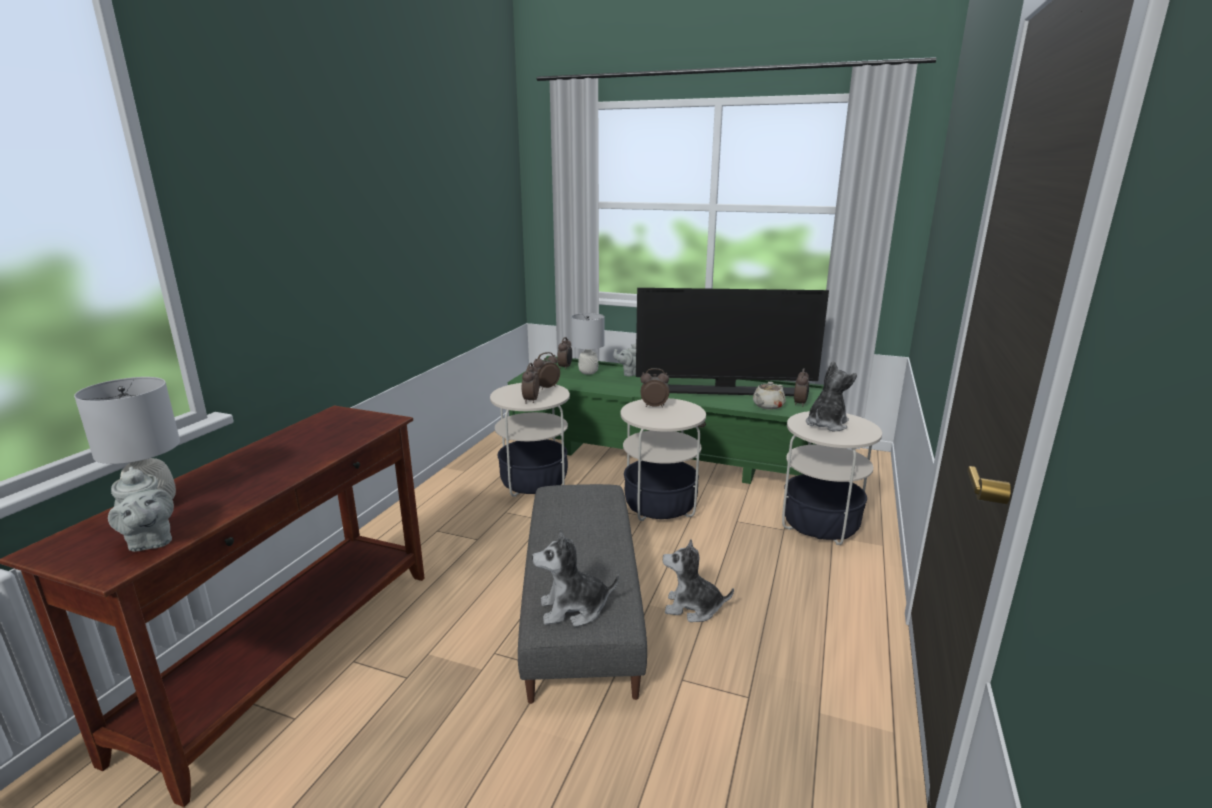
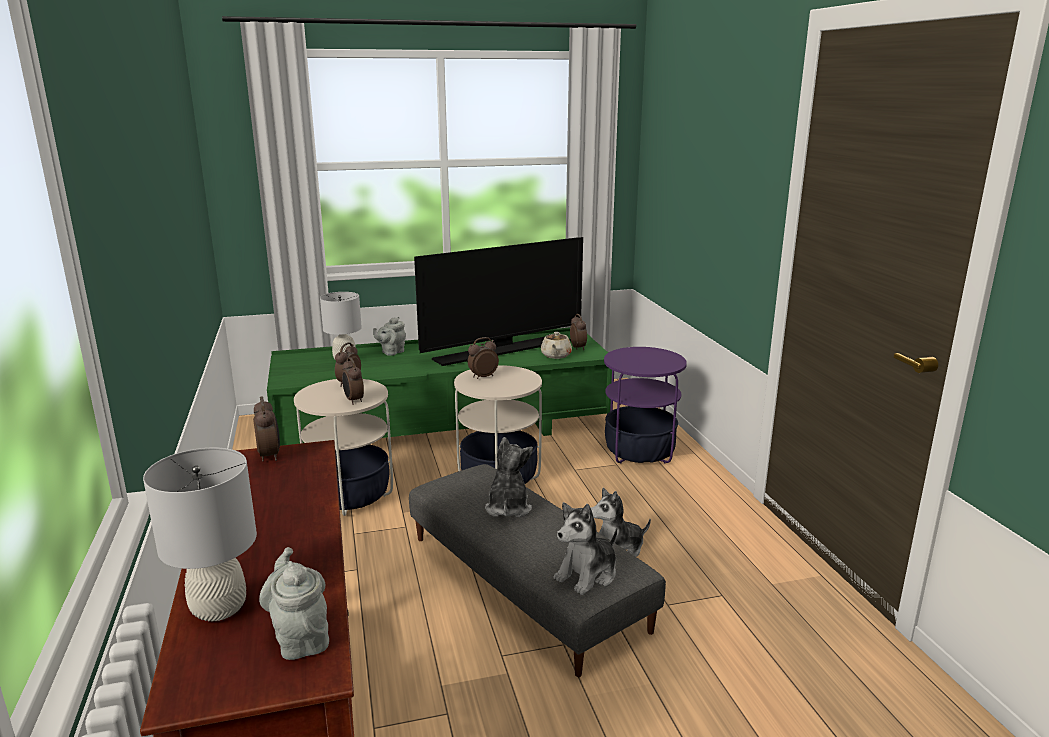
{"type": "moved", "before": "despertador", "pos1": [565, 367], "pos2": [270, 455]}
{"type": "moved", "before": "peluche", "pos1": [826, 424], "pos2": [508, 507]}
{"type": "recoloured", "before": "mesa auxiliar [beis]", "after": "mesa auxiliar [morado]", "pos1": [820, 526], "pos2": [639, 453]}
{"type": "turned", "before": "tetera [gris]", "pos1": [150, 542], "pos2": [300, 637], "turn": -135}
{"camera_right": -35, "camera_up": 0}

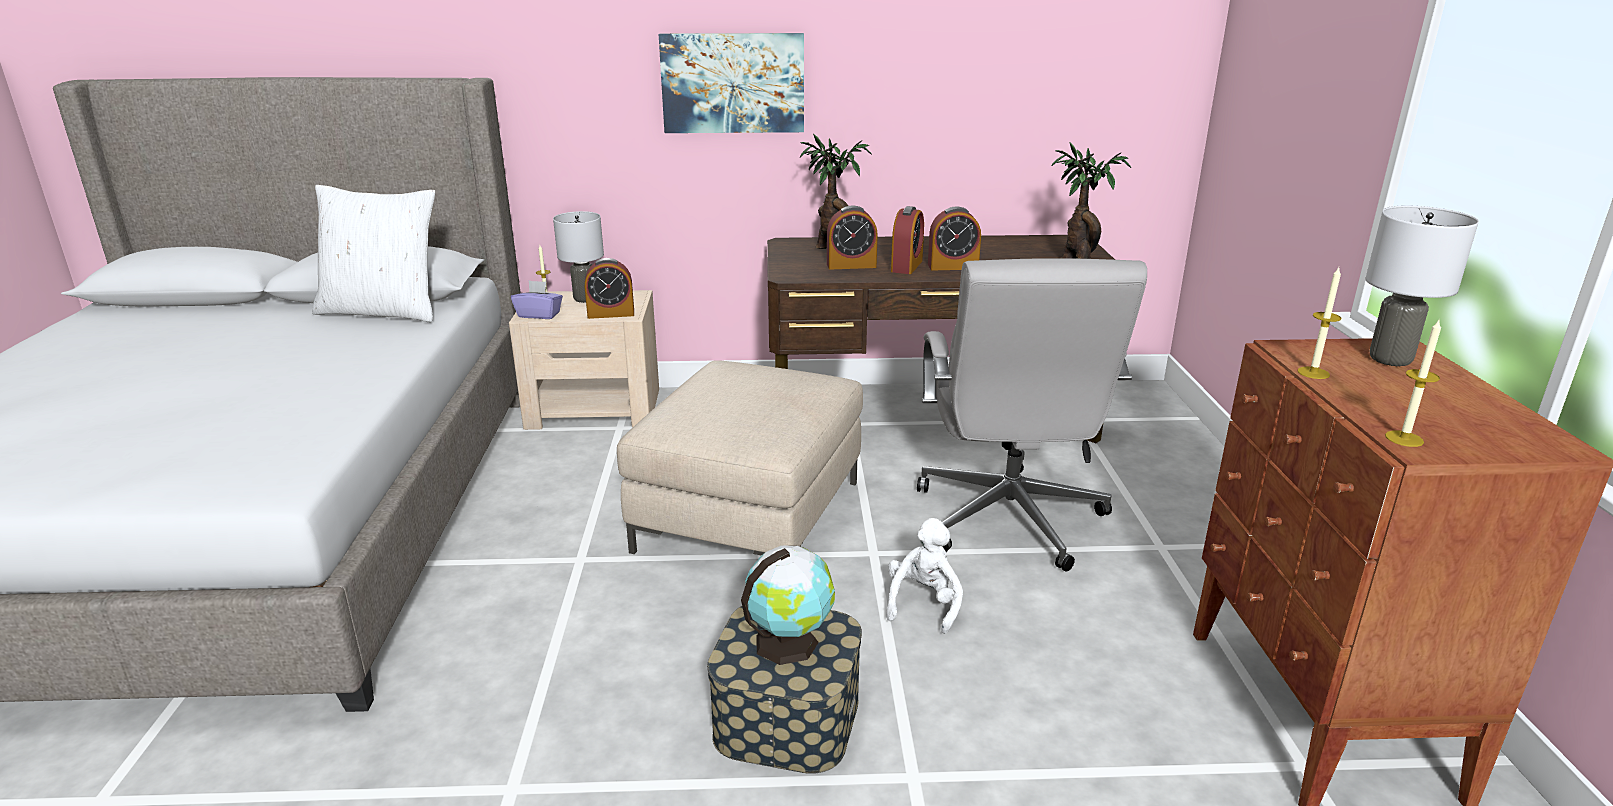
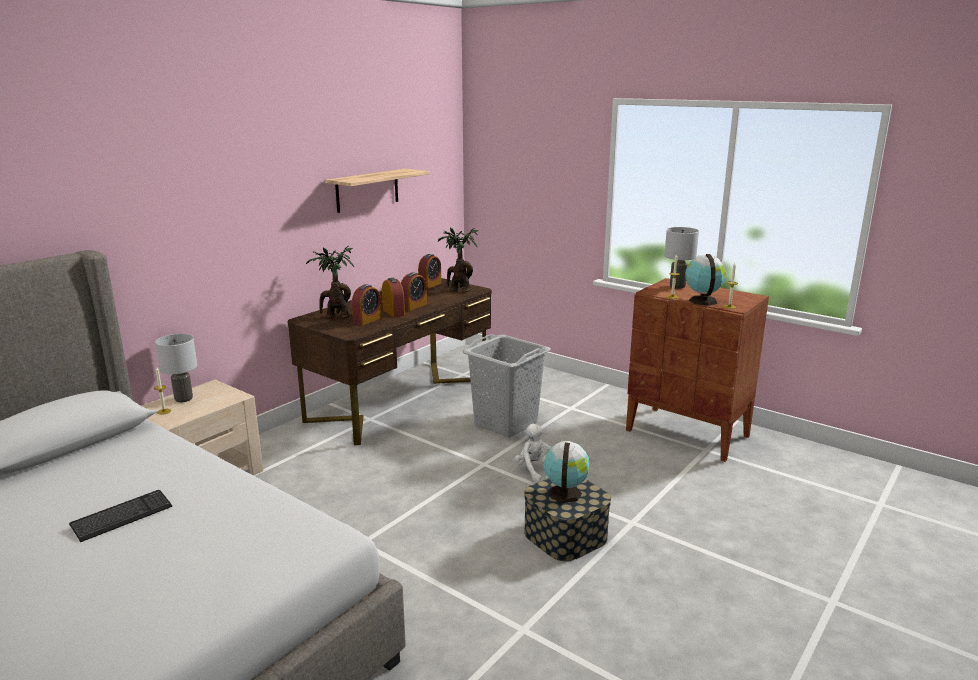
{"type": "removed", "before": "cuadro", "pos1": [733, 83]}
{"type": "removed", "before": "cojín [blanco]", "pos1": [384, 311]}
{"type": "moved", "before": "despertador", "pos1": [611, 314], "pos2": [430, 285]}
{"type": "replaced", "before": "silla de oficina [gris]", "after": "cesto de la ropa [gris]", "pos1": [1008, 516], "pos2": [506, 423]}
{"type": "removed", "before": "caja de pañuelos [morado]", "pos1": [539, 315]}
{"type": "removed", "before": "puf [beis]", "pos1": [749, 515]}
{"type": "added", "after": "estante", "pos2": [367, 190]}
{"type": "added", "after": "globo terráqueo", "pos2": [702, 300]}
{"type": "added", "after": "teclado", "pos2": [122, 517]}
{"camera_right": -50, "camera_up": -5}

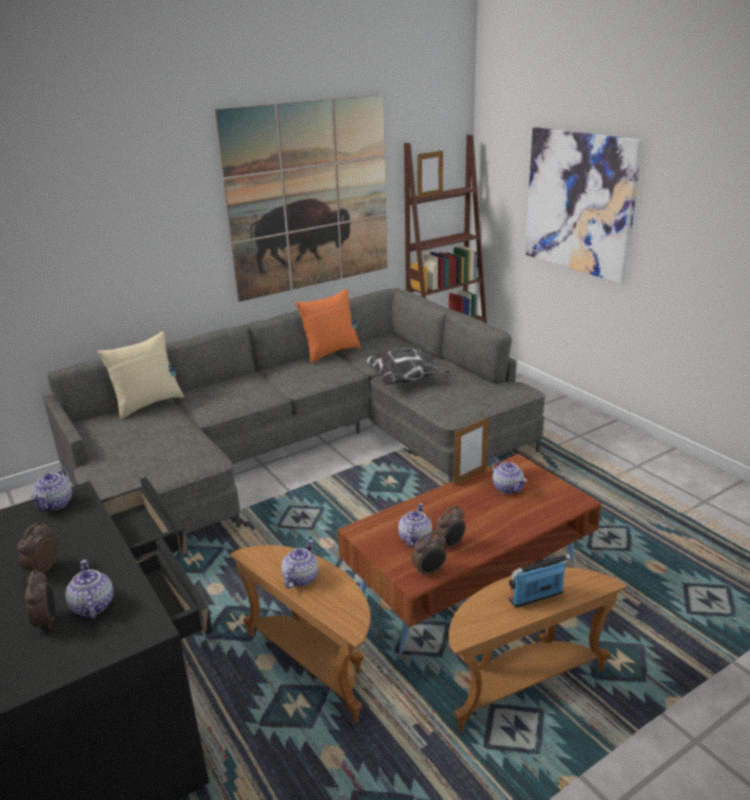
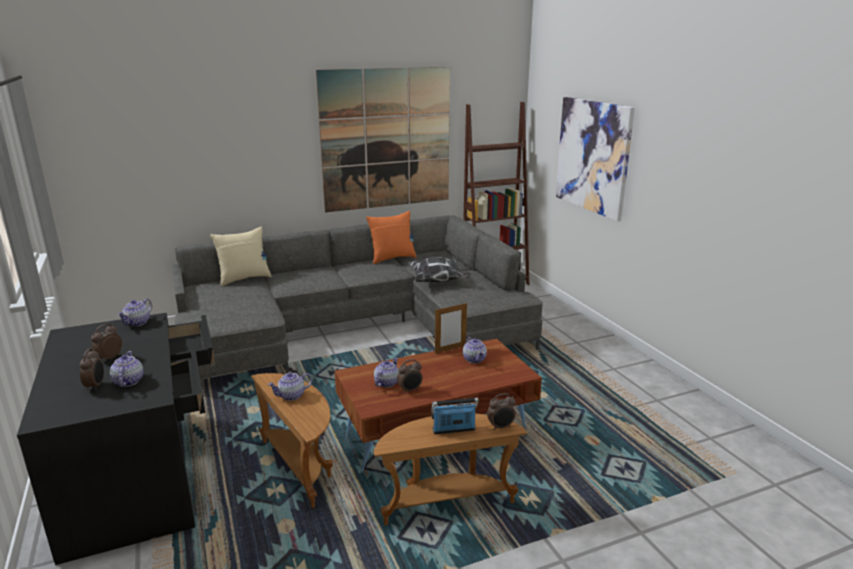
{"type": "removed", "before": "portarretratos", "pos1": [430, 196]}
{"type": "moved", "before": "despertador", "pos1": [429, 572], "pos2": [501, 427]}
{"type": "turned", "before": "tetera", "pos1": [300, 578], "pos2": [291, 396], "turn": -150}
{"camera_right": 10, "camera_up": -5}

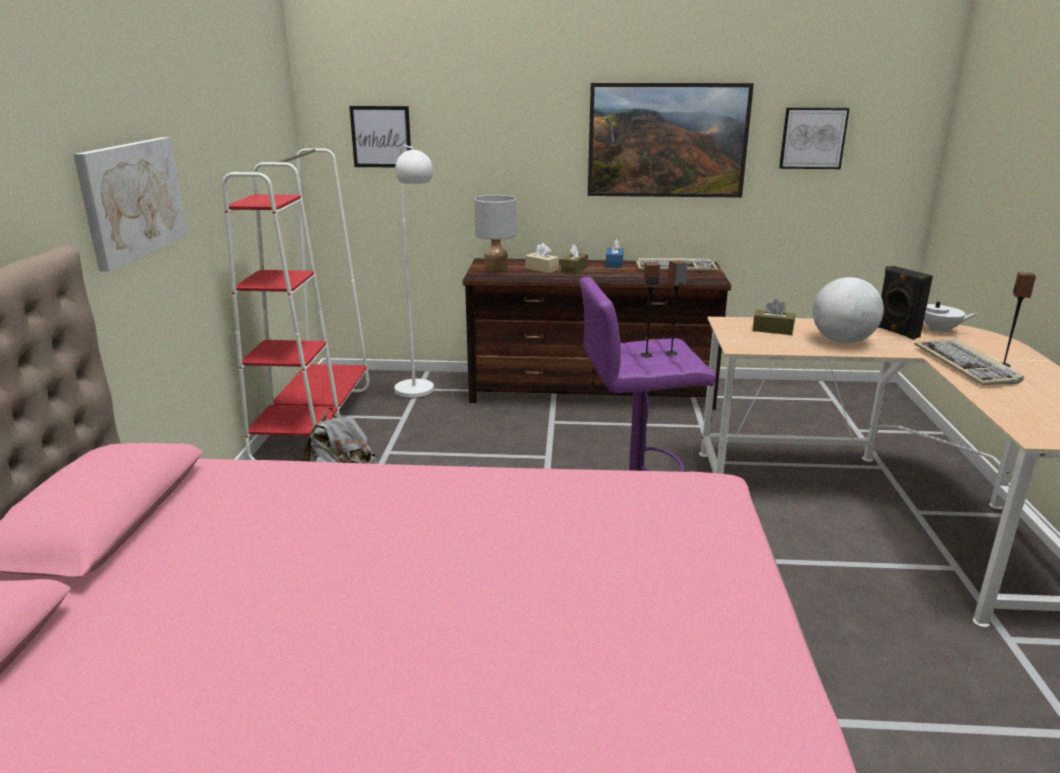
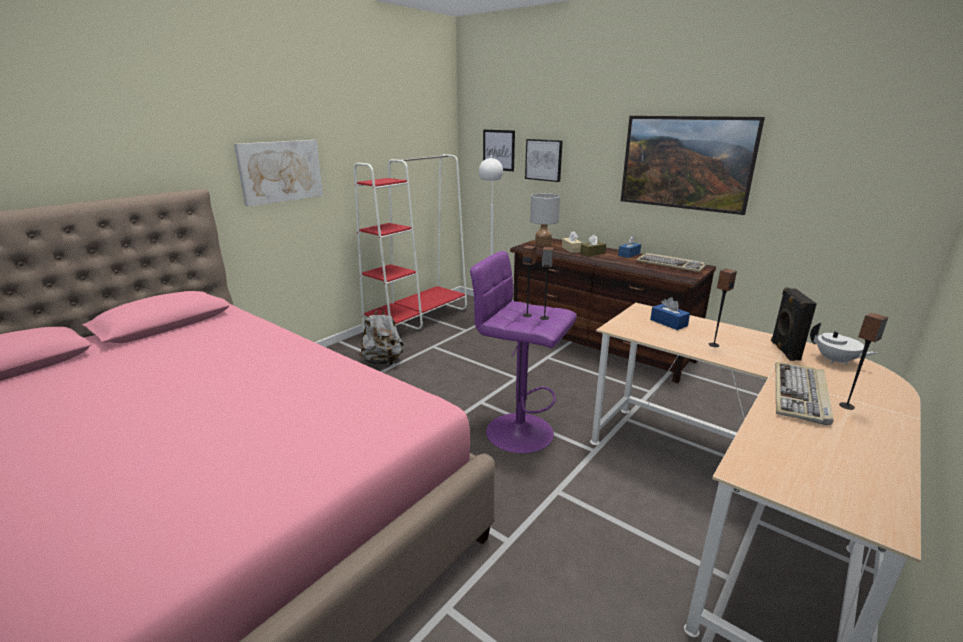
{"type": "moved", "before": "cuadro", "pos1": [812, 138], "pos2": [544, 160]}
{"type": "replaced", "before": "globo terráqueo", "after": "altavoz", "pos1": [842, 341], "pos2": [713, 345]}
{"type": "recoloured", "before": "caja de pañuelos [marrón]", "after": "caja de pañuelos [azul]", "pos1": [772, 330], "pos2": [668, 323]}
{"camera_right": 35, "camera_up": 0}

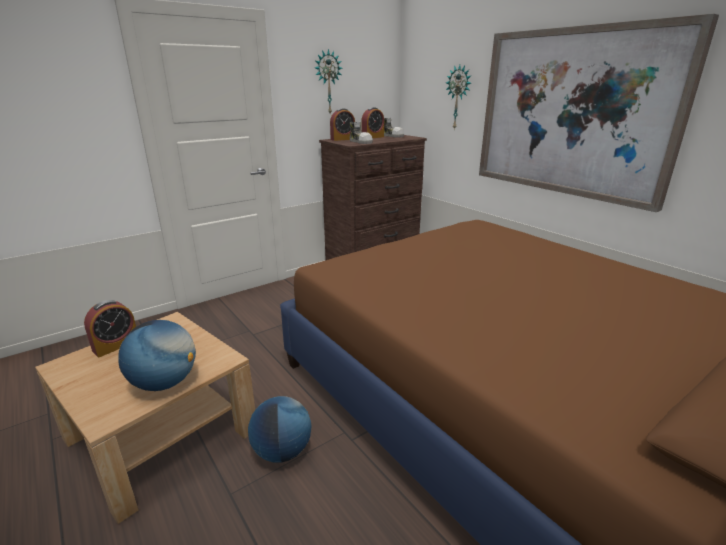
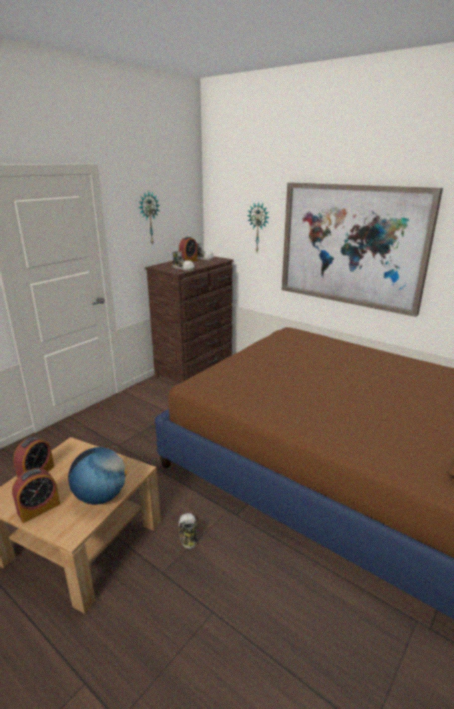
{"type": "moved", "before": "despertador", "pos1": [342, 139], "pos2": [39, 509]}
{"type": "replaced", "before": "globo terráqueo", "after": "zapato", "pos1": [282, 451], "pos2": [187, 534]}
{"camera_right": -15, "camera_up": 0}

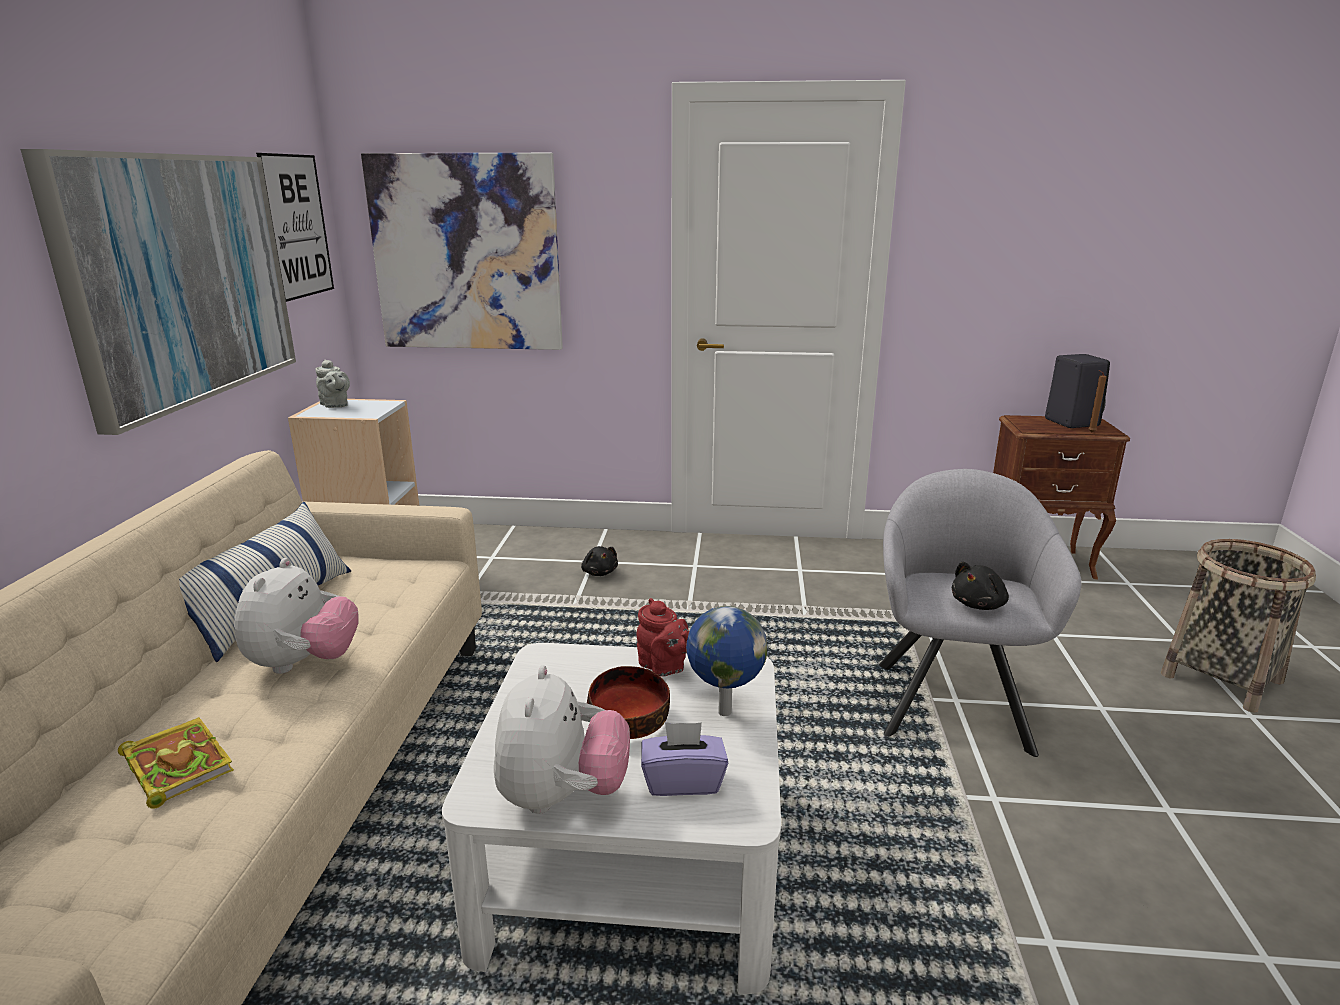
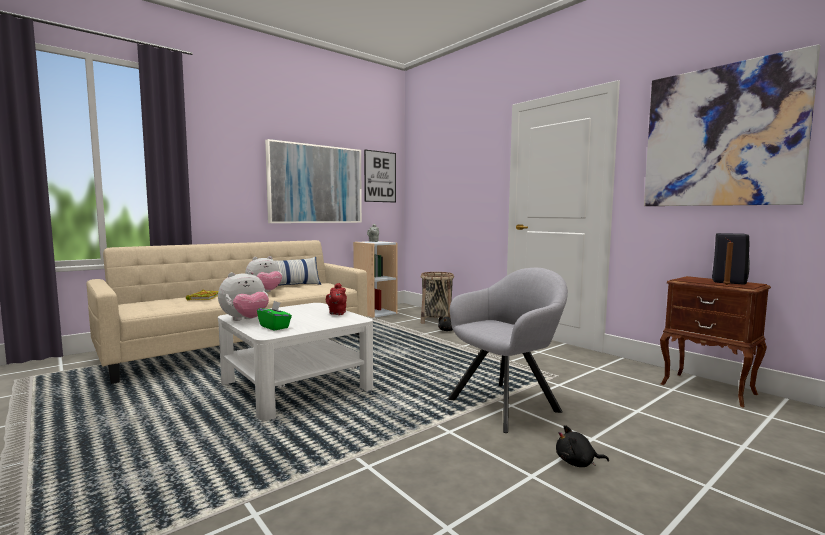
{"type": "moved", "before": "cuadro", "pos1": [466, 253], "pos2": [721, 136]}
{"type": "moved", "before": "cesta", "pos1": [1222, 678], "pos2": [436, 320]}
{"type": "moved", "before": "peluche [negro]", "pos1": [979, 605], "pos2": [577, 463]}
{"type": "removed", "before": "globo terráqueo", "pos1": [723, 711]}
{"type": "removed", "before": "cuenco", "pos1": [628, 718]}
{"type": "recoloured", "before": "caja de pañuelos [morado]", "after": "caja de pañuelos [verde]", "pos1": [683, 781], "pos2": [274, 327]}
{"camera_right": 45, "camera_up": -15}

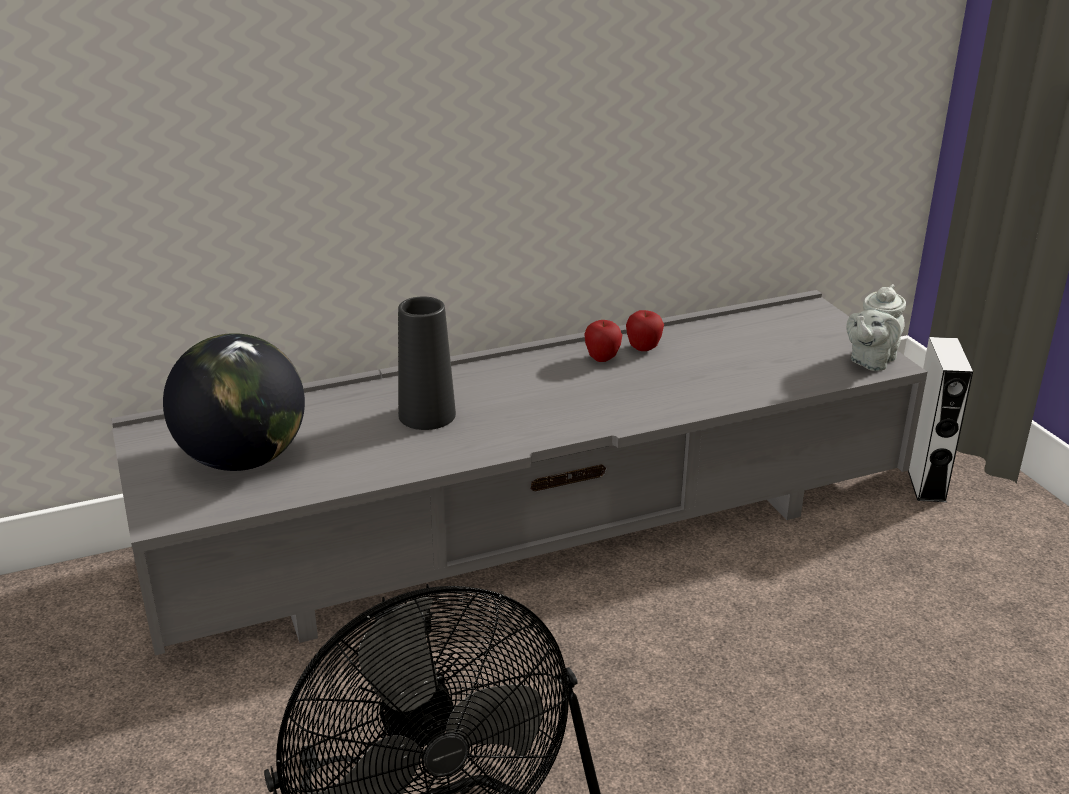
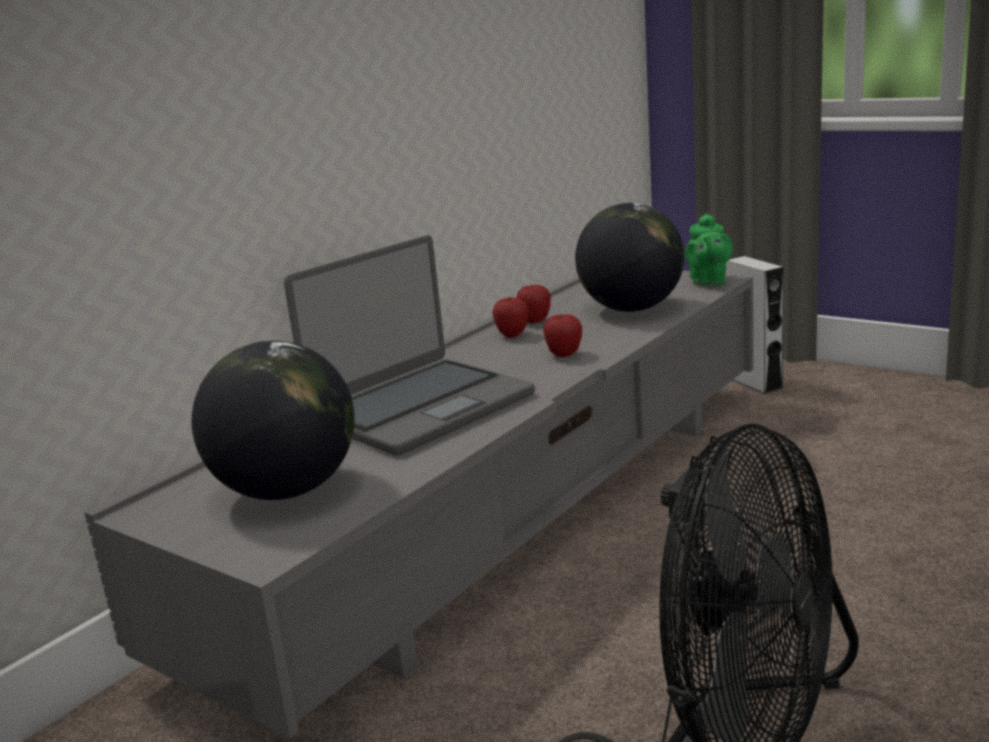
{"type": "recoloured", "before": "tetera [gris]", "after": "tetera [verde]", "pos1": [870, 361], "pos2": [708, 282]}
{"type": "replaced", "before": "florero [negro]", "after": "portátil", "pos1": [427, 415], "pos2": [420, 408]}
{"type": "added", "after": "globo terráqueo", "pos2": [631, 309]}
{"type": "added", "after": "manzana", "pos2": [564, 355]}
{"camera_right": -30, "camera_up": -10}

